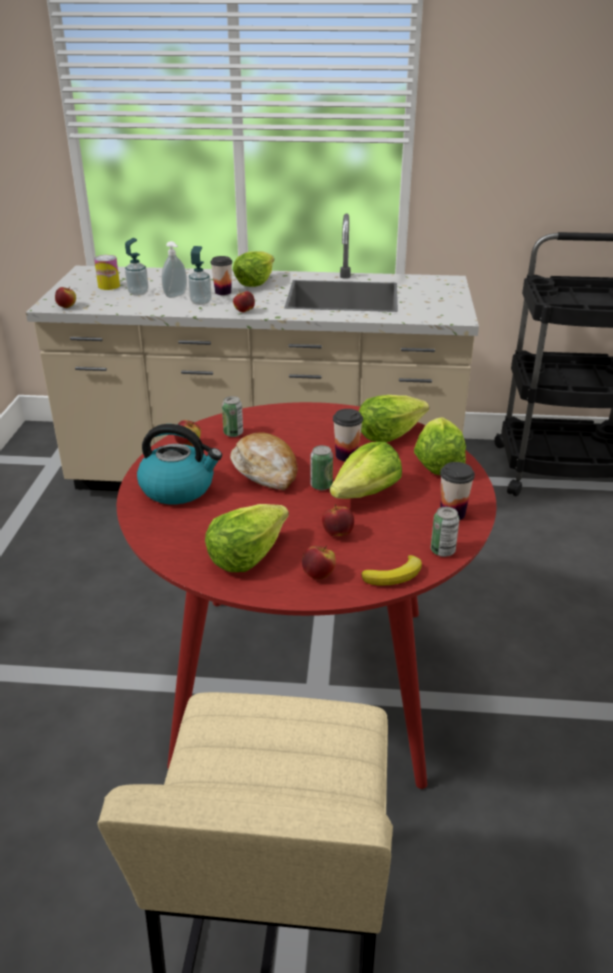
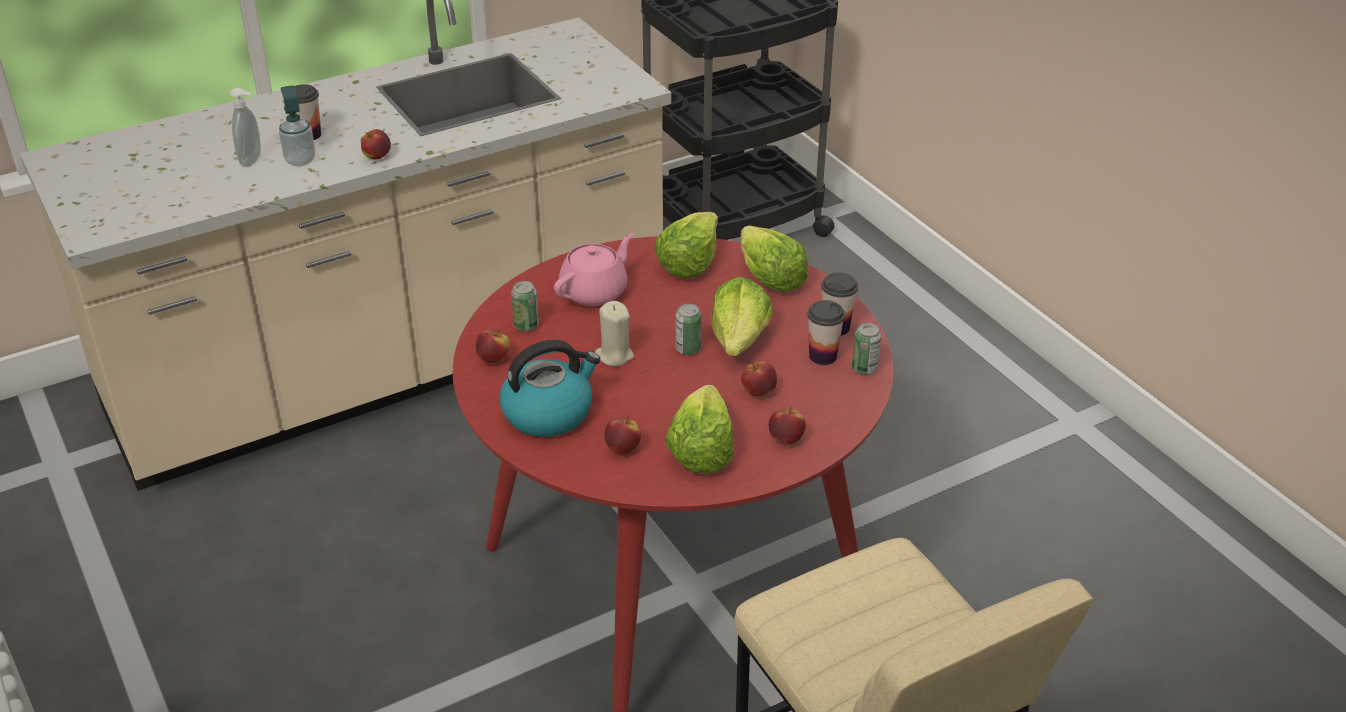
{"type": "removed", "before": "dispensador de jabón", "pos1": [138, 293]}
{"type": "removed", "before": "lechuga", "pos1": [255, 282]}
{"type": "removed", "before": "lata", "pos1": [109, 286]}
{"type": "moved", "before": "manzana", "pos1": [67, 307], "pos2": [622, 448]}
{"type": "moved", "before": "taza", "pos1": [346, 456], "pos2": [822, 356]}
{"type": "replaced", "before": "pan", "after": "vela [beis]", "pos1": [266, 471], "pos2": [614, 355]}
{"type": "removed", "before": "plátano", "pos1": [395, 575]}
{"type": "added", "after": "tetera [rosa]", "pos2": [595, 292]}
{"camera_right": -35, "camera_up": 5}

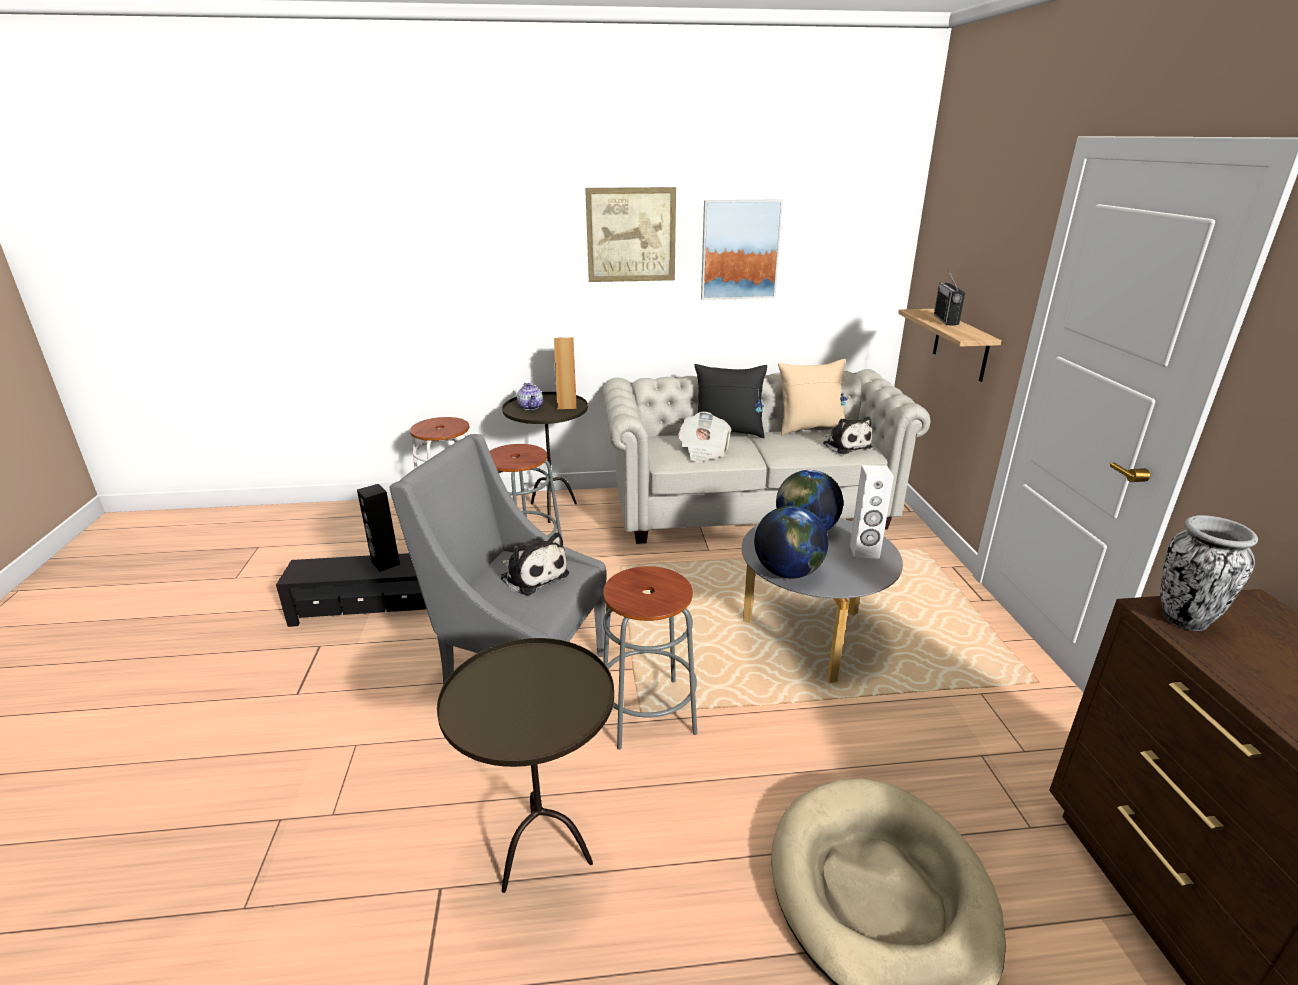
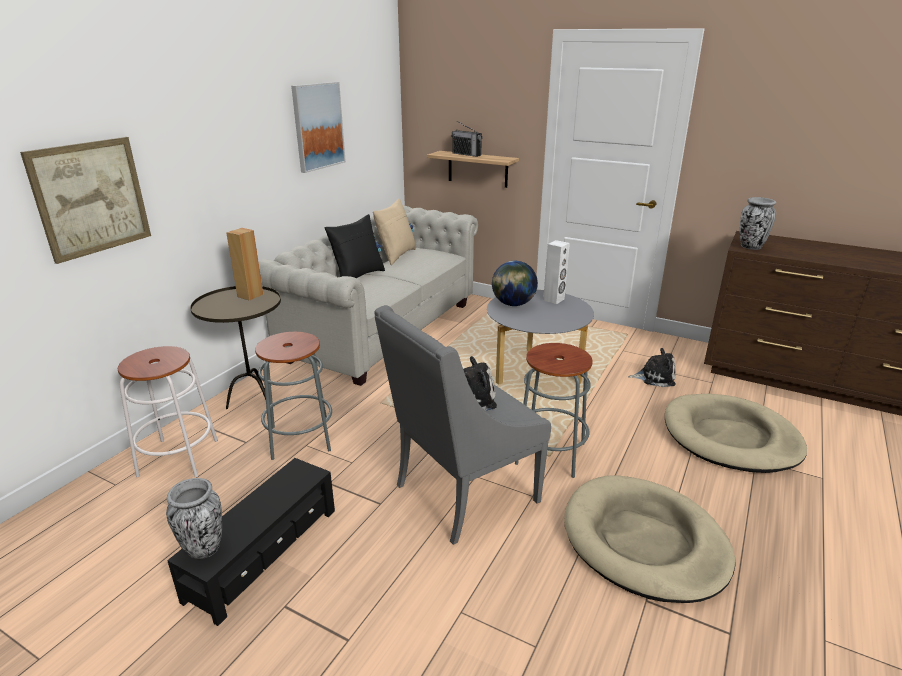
{"type": "moved", "before": "cuadro", "pos1": [631, 235], "pos2": [91, 198]}
{"type": "removed", "before": "tetera", "pos1": [531, 407]}
{"type": "removed", "before": "periódico", "pos1": [703, 451]}
{"type": "moved", "before": "peluche", "pos1": [845, 445], "pos2": [654, 377]}
{"type": "removed", "before": "altavoz [negro]", "pos1": [385, 563]}
{"type": "removed", "before": "globo terráqueo", "pos1": [788, 572]}
{"type": "replaced", "before": "mesa auxiliar [marrón]", "after": "cama para perro [beis]", "pos1": [542, 855], "pos2": [644, 542]}
{"type": "added", "after": "florero", "pos2": [204, 548]}
{"camera_right": -55, "camera_up": 0}

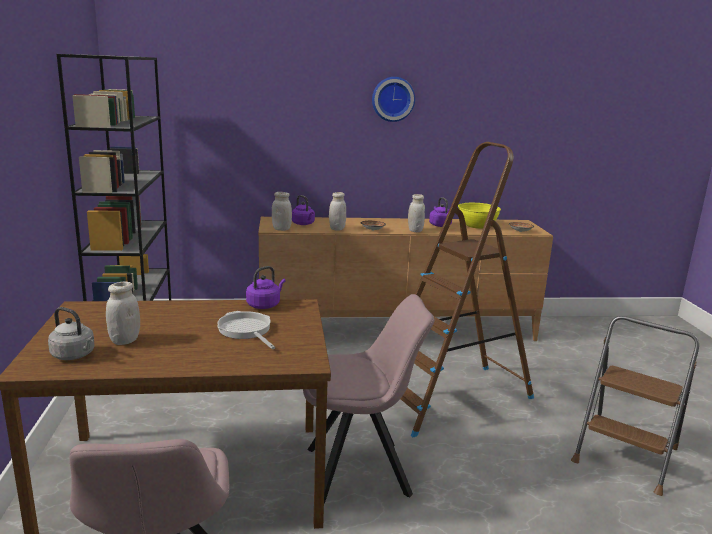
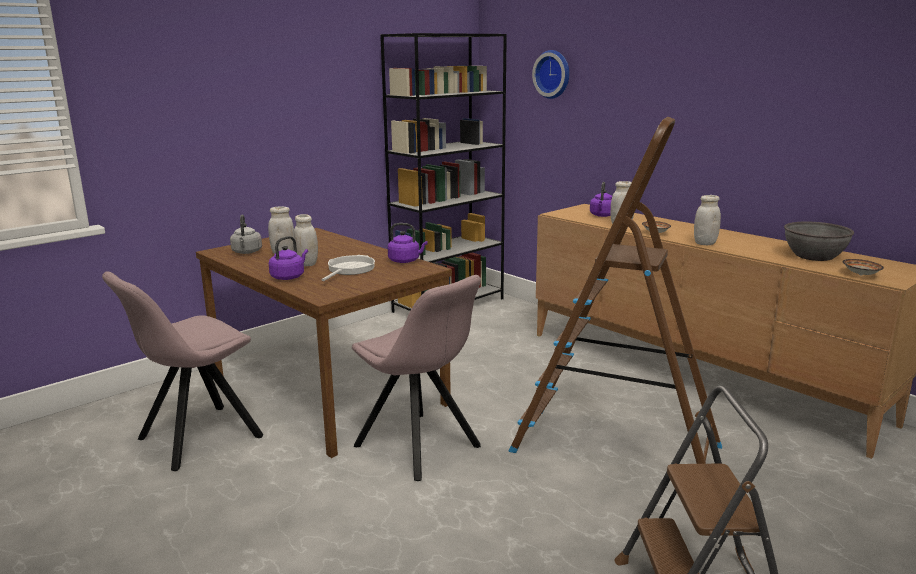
{"type": "moved", "before": "reloj de pared", "pos1": [392, 99], "pos2": [553, 74]}
{"type": "moved", "before": "tarro [blanco]", "pos1": [281, 229], "pos2": [307, 264]}
{"type": "moved", "before": "hervidor [morado]", "pos1": [439, 225], "pos2": [289, 277]}
{"type": "recoloured", "before": "cuenco [amarillo]", "after": "cuenco [gris]", "pos1": [477, 225], "pos2": [814, 256]}
{"camera_right": 55, "camera_up": 0}

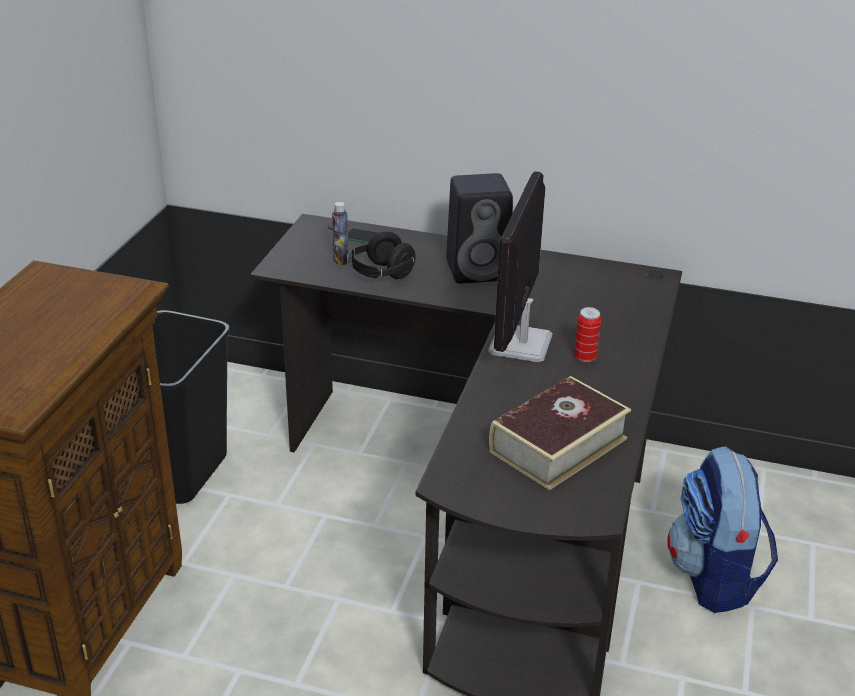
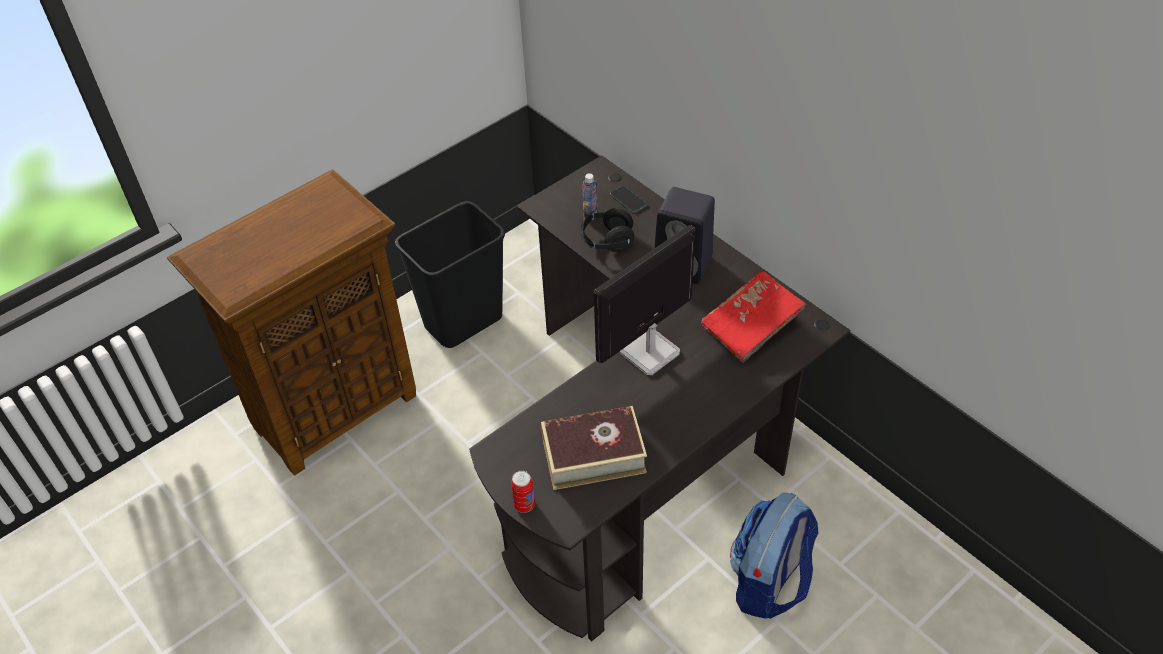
{"type": "moved", "before": "lata", "pos1": [585, 357], "pos2": [524, 505]}
{"type": "added", "after": "libro [rojo]", "pos2": [751, 326]}
{"camera_right": 35, "camera_up": 15}

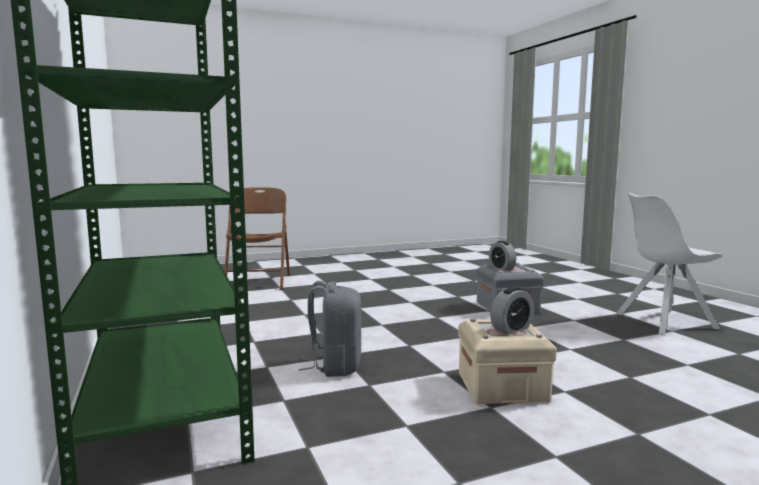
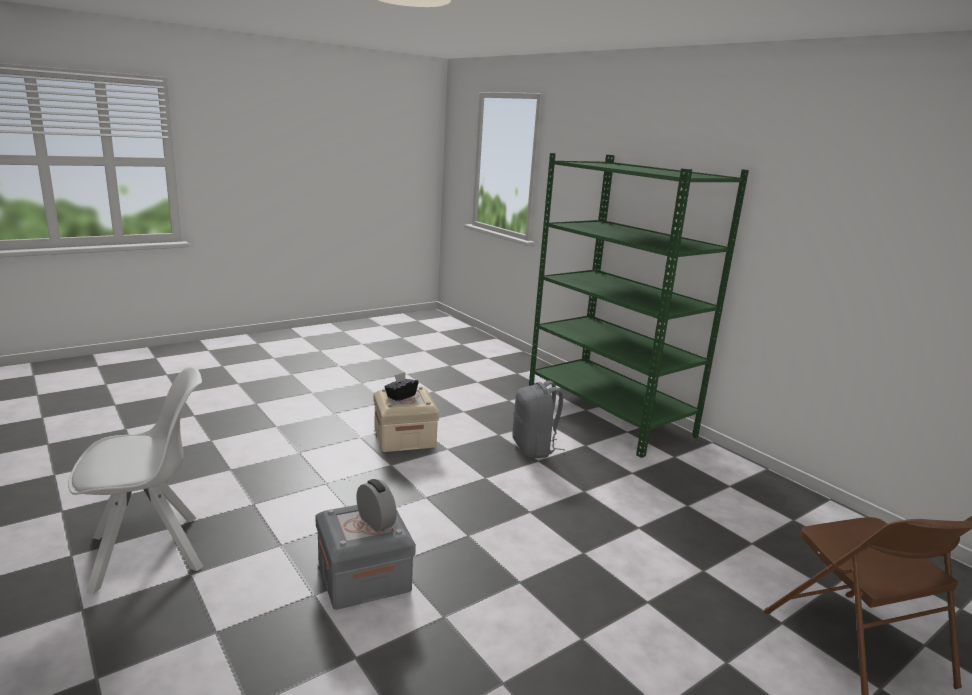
{"type": "replaced", "before": "despertador", "after": "caja de pañuelos [negro]", "pos1": [511, 329], "pos2": [401, 396]}
{"camera_right": 165, "camera_up": 10}

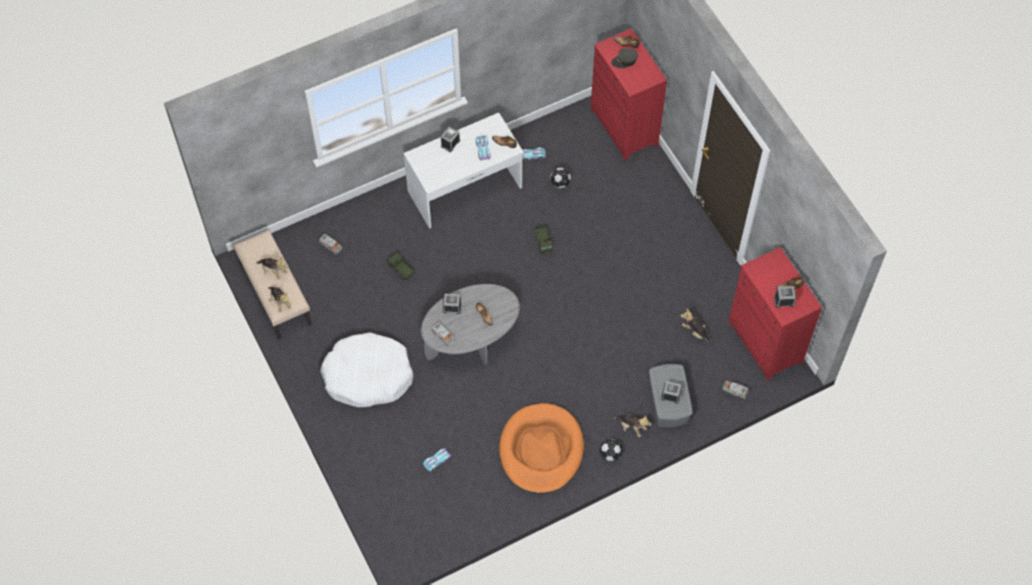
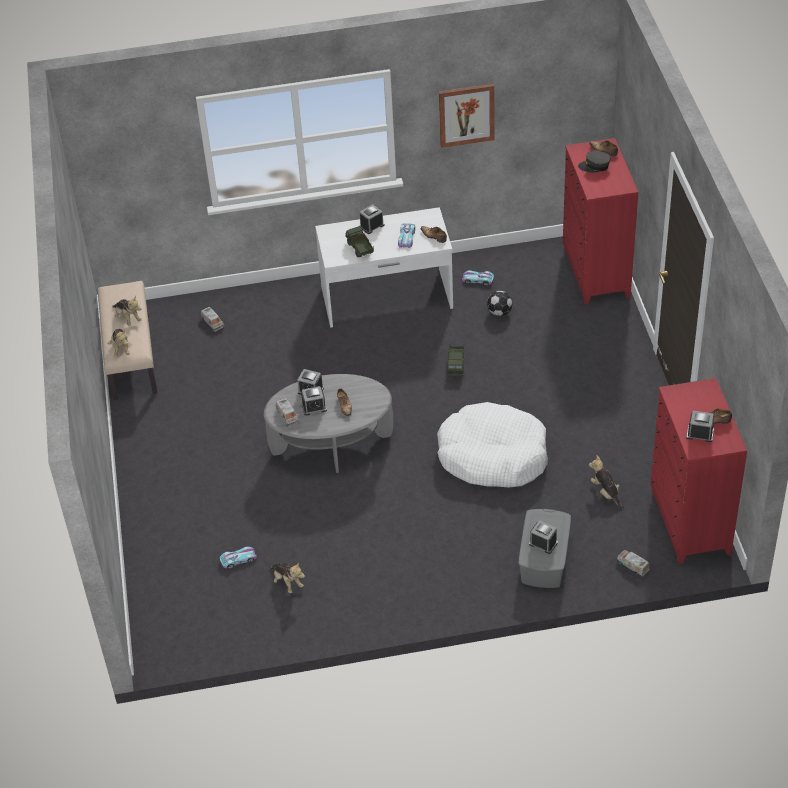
{"type": "moved", "before": "camión de juguete", "pos1": [401, 270], "pos2": [359, 249]}
{"type": "moved", "before": "cama para perro [blanco]", "pos1": [368, 376], "pos2": [493, 456]}
{"type": "removed", "before": "cama para perro [naranja]", "pos1": [541, 450]}
{"type": "moved", "before": "peluche", "pos1": [631, 427], "pos2": [287, 582]}
{"type": "removed", "before": "balón de fútbol", "pos1": [610, 454]}
{"type": "added", "after": "cuadro", "pos2": [466, 115]}
{"type": "added", "after": "despertador", "pos2": [314, 407]}
{"camera_right": 20, "camera_up": -15}

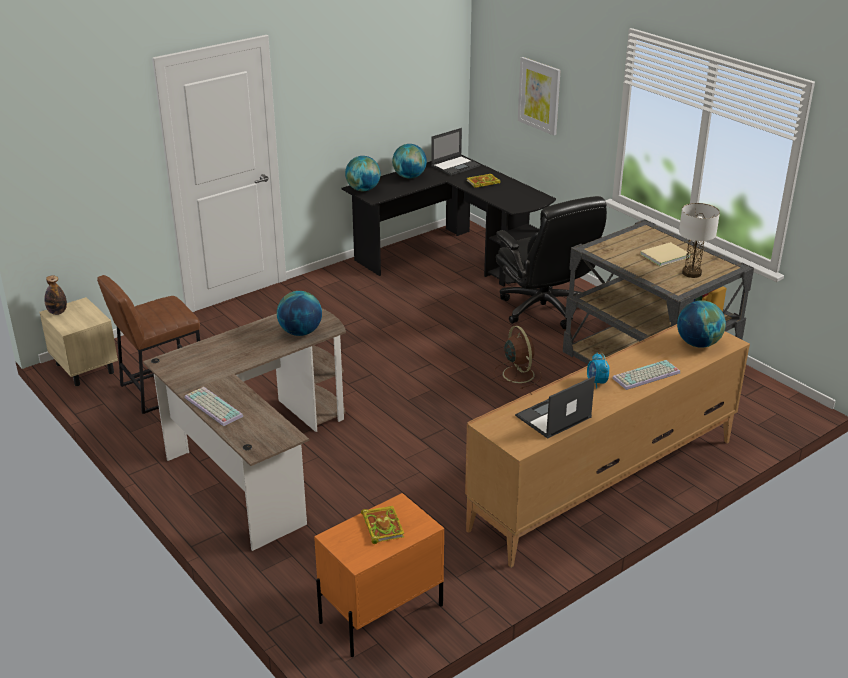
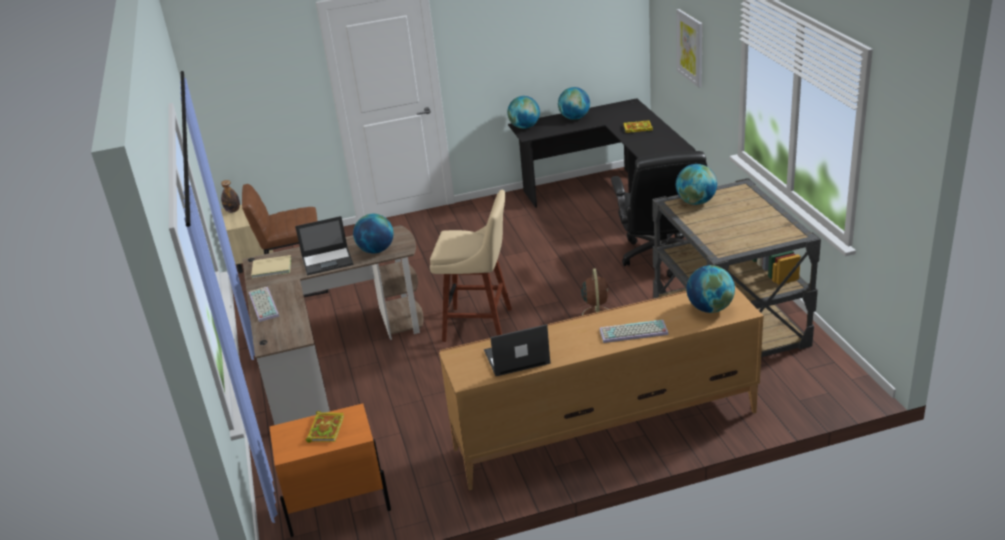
{"type": "moved", "before": "portátil", "pos1": [456, 165], "pos2": [328, 261]}
{"type": "removed", "before": "lámpara de mesa", "pos1": [691, 273]}
{"type": "moved", "before": "libro [beis]", "pos1": [663, 255], "pos2": [270, 267]}
{"type": "removed", "before": "despertador", "pos1": [596, 382]}
{"type": "added", "after": "globo terráqueo", "pos2": [696, 202]}
{"type": "added", "after": "taburete [beis]", "pos2": [479, 325]}
{"camera_right": 25, "camera_up": 0}

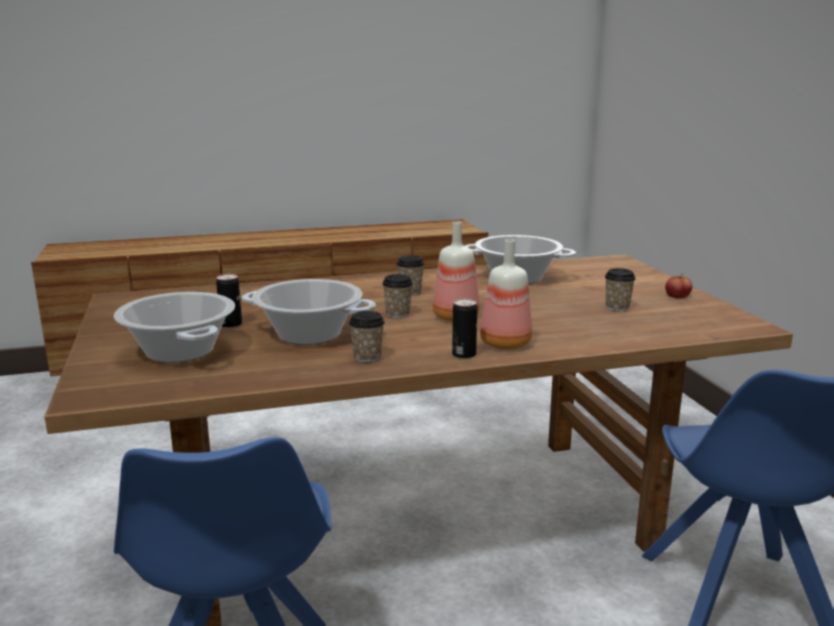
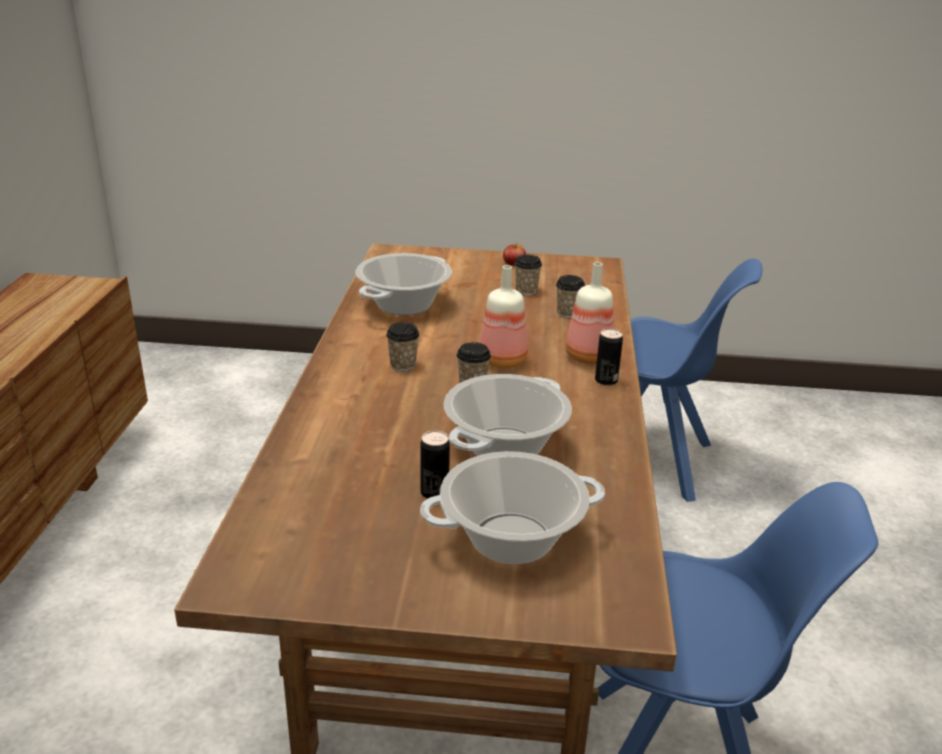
{"type": "moved", "before": "taza", "pos1": [367, 357], "pos2": [568, 313]}
{"camera_right": -70, "camera_up": 10}

